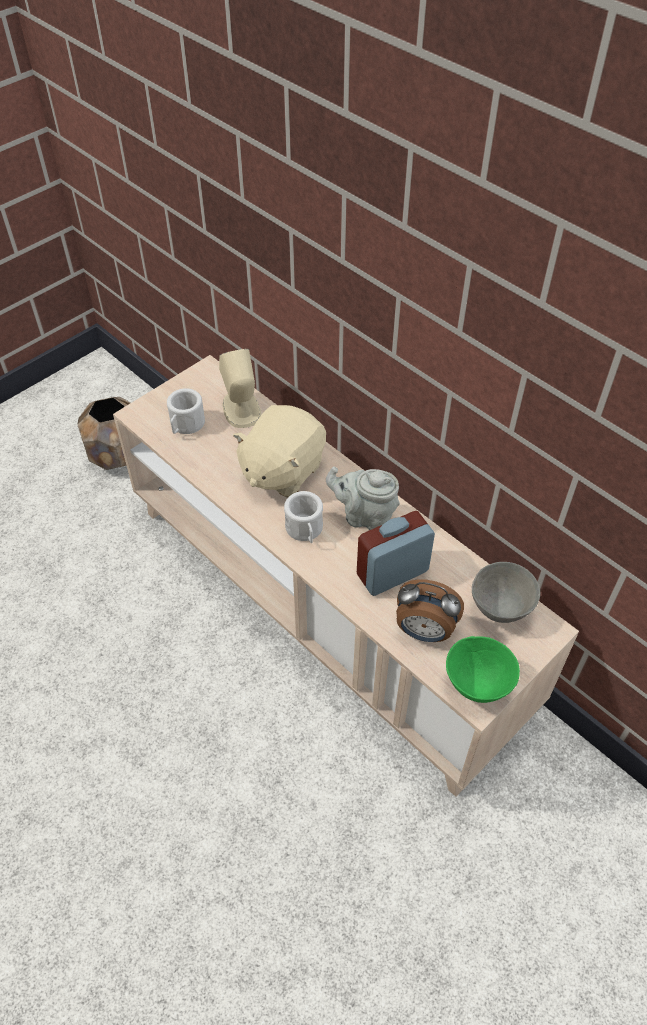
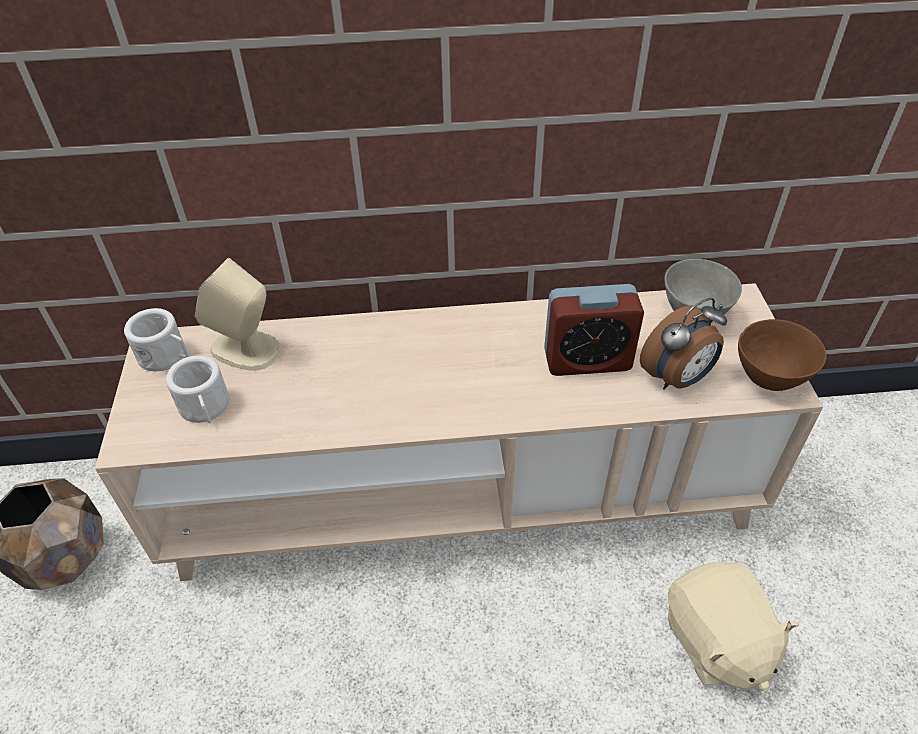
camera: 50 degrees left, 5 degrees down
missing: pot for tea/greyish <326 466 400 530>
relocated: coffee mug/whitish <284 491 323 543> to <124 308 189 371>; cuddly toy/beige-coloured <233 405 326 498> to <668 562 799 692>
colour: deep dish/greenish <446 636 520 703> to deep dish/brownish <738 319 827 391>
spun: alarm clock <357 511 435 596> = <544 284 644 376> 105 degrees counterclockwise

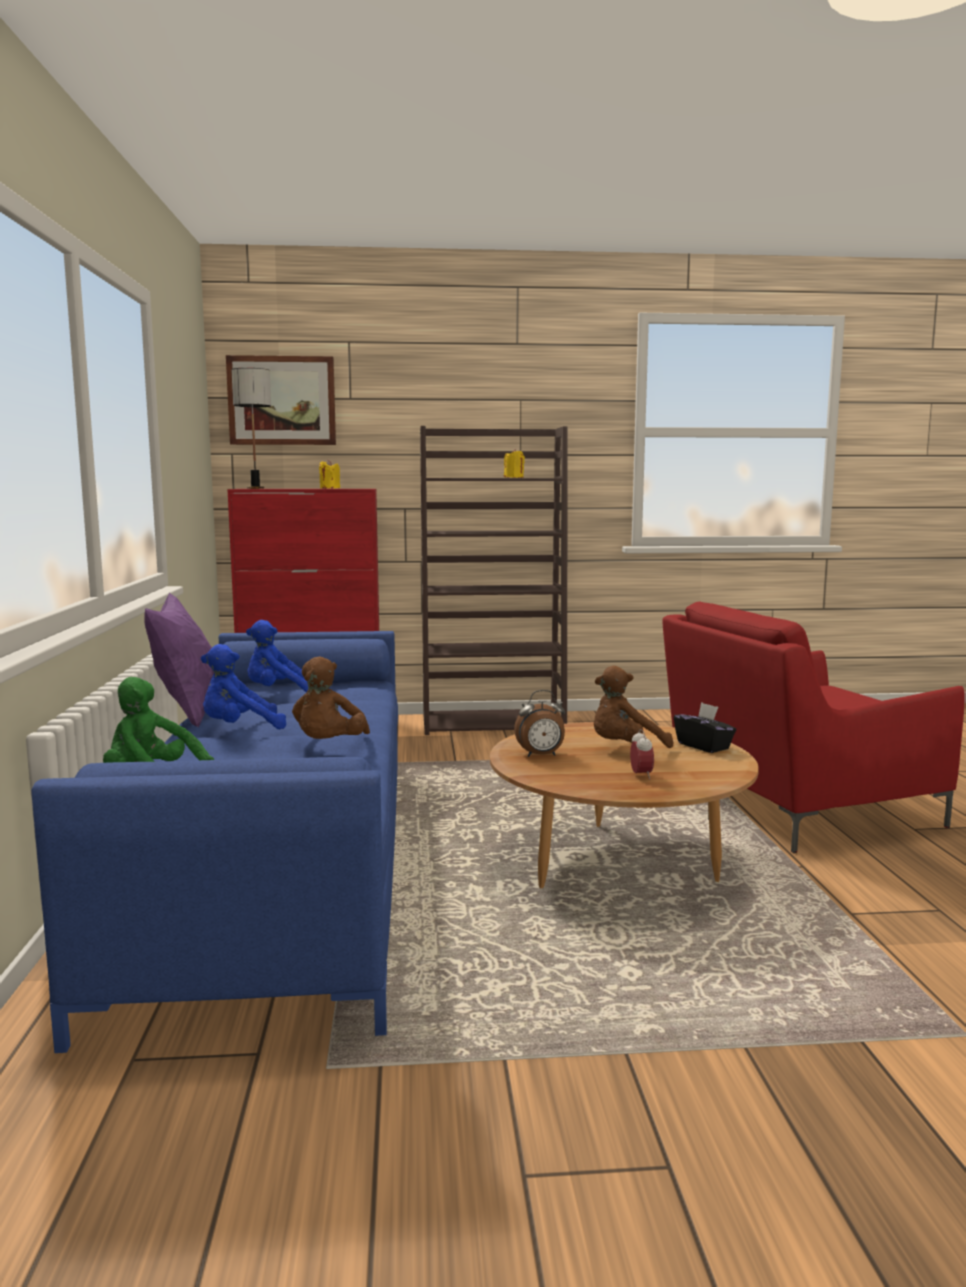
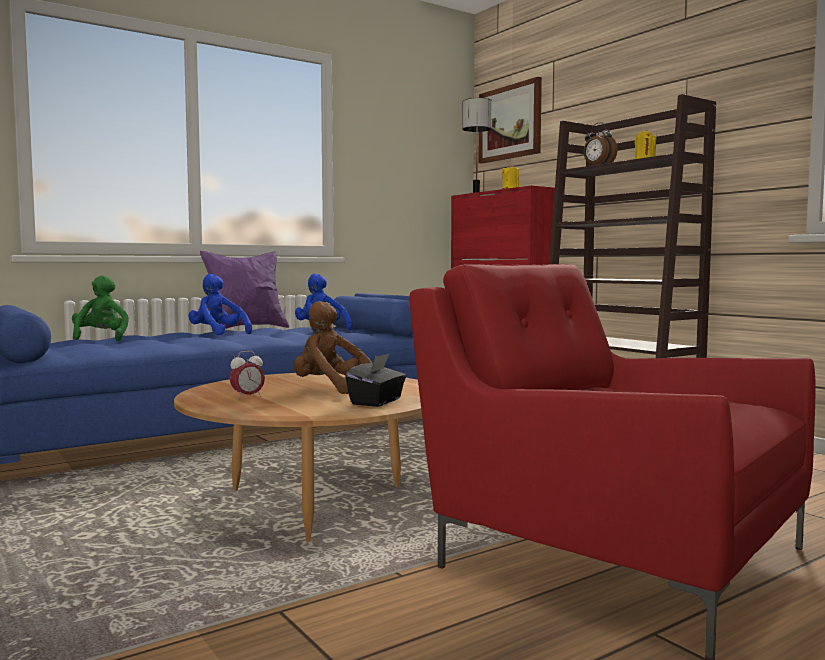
camera: 60 degrees right, 5 degrees down
missing: cuddly toy/brownish <292 657 370 739>
relocated: alarm clock <514 690 565 757> to <583 122 618 166>

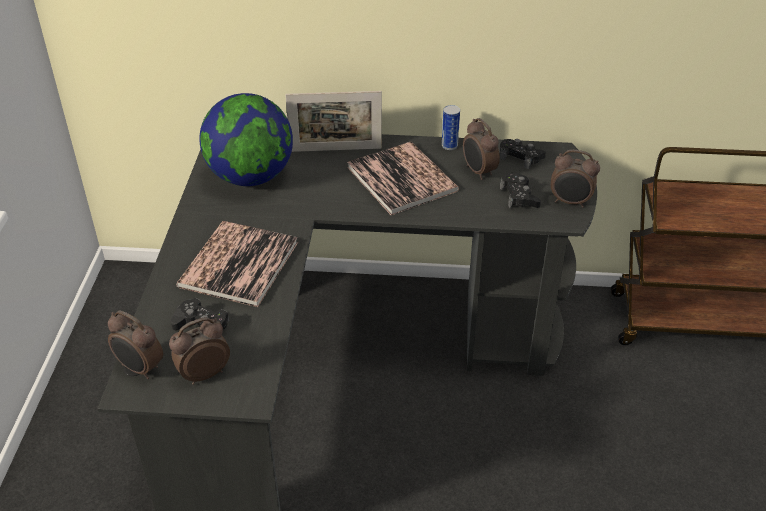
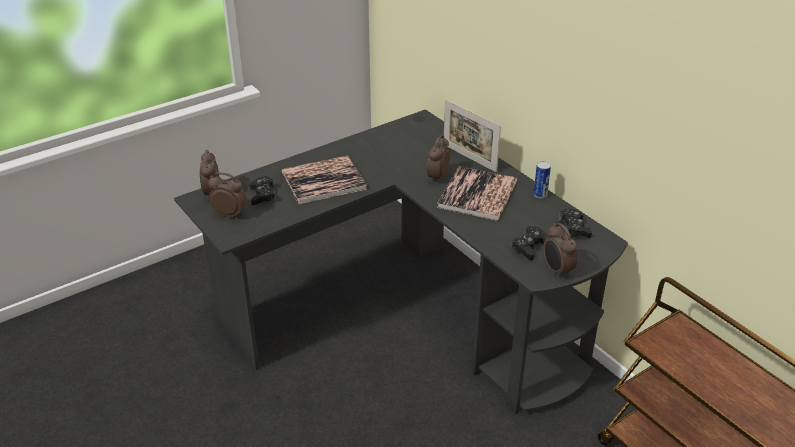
camera: 50 degrees right, 5 degrees down
missing: world globe <199 93 293 186>
relocated: alarm clock <463 118 500 180> to <426 135 450 183>

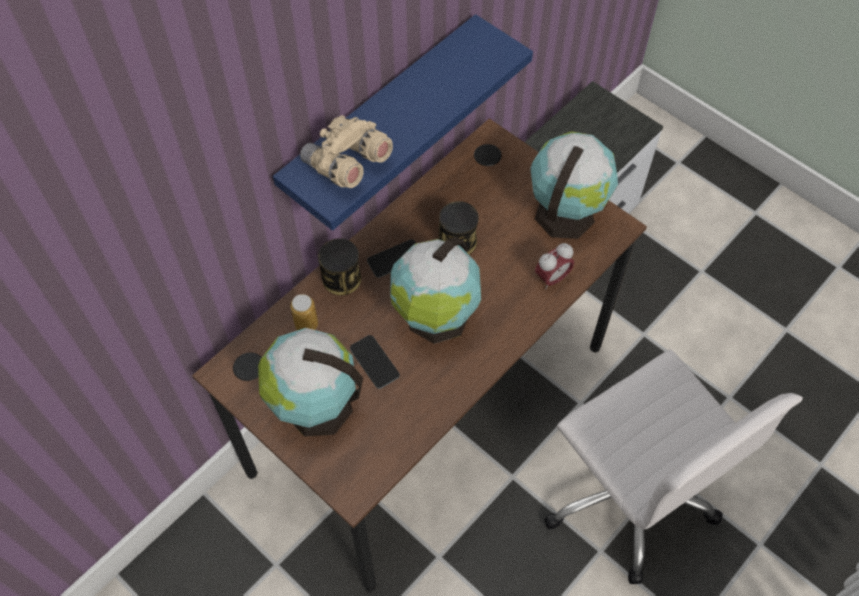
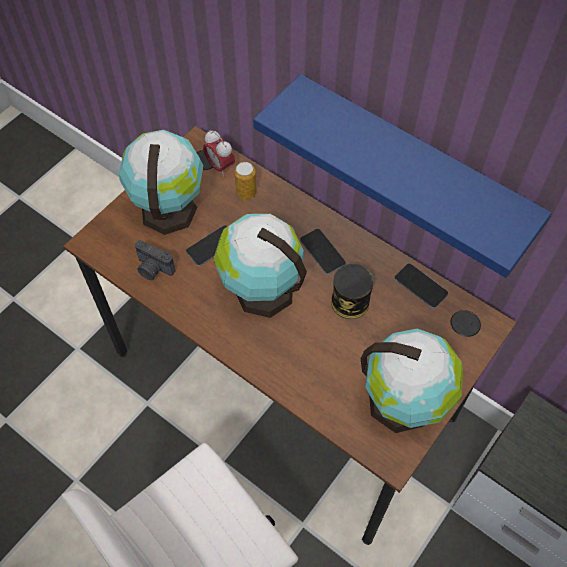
camera: 85 degrees right, 0 degrees up
missing: pair of binoculars/beige-coloured <300 115 393 188>; sealed can <318 238 361 295>
appeared: photo camera <135 240 176 280>; handset <395 264 448 308>
relocated: alarm clock <535 243 574 289> to <203 130 235 177>

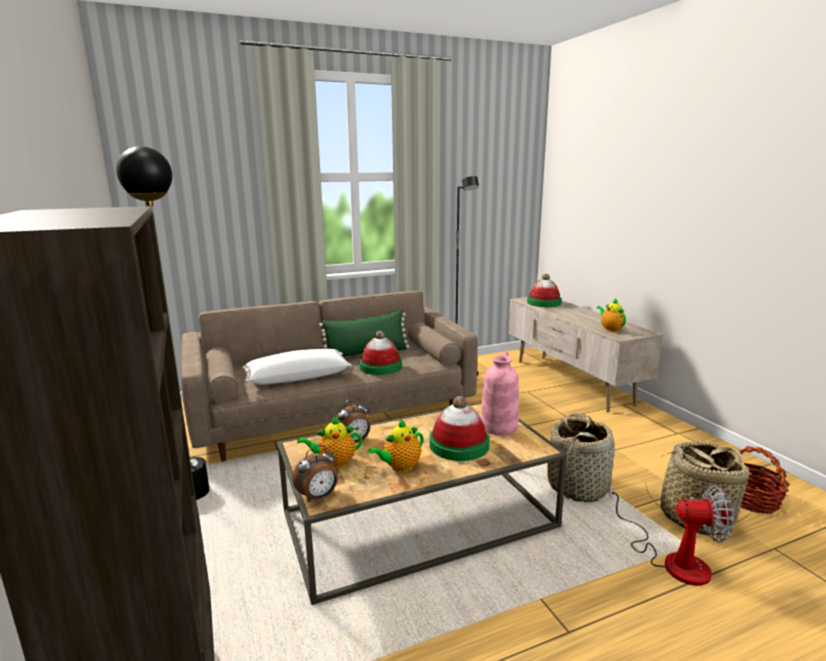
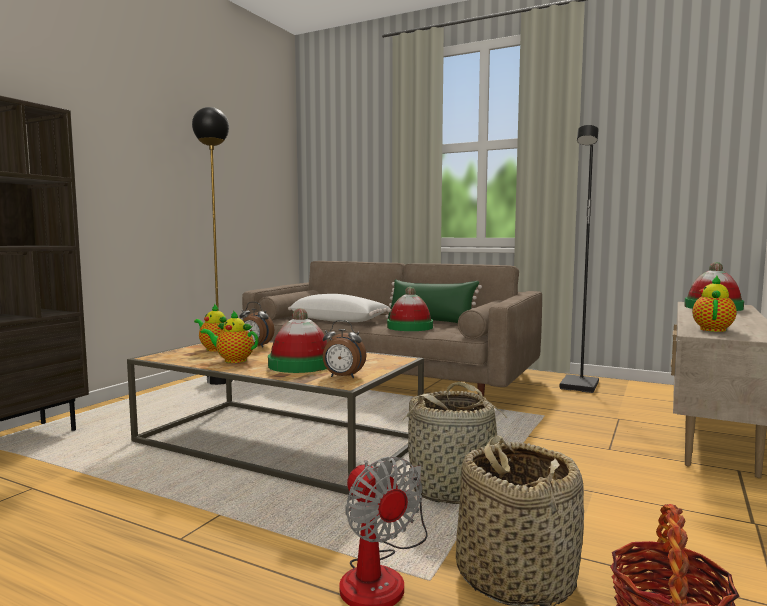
camera: 50 degrees right, 10 degrees down
missing: vase/pinkish <481 351 519 435>
relocated: alarm clock <292 445 338 502> to <323 320 367 378>

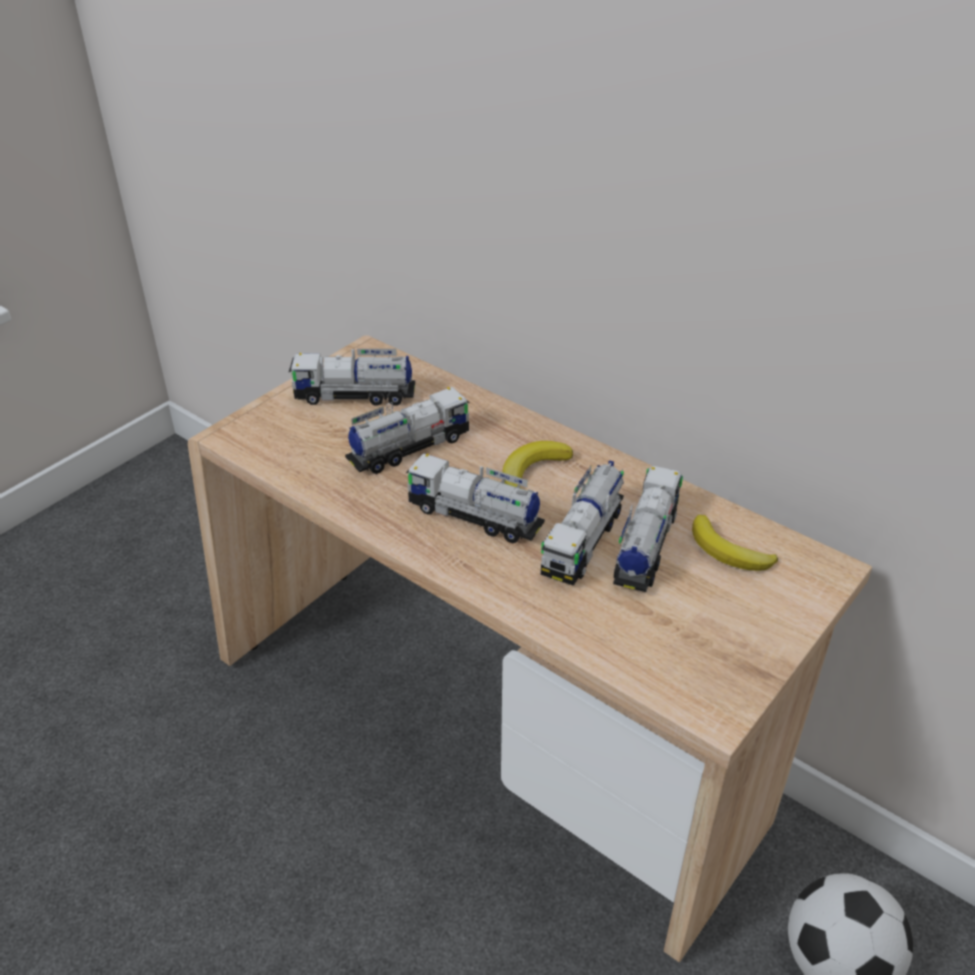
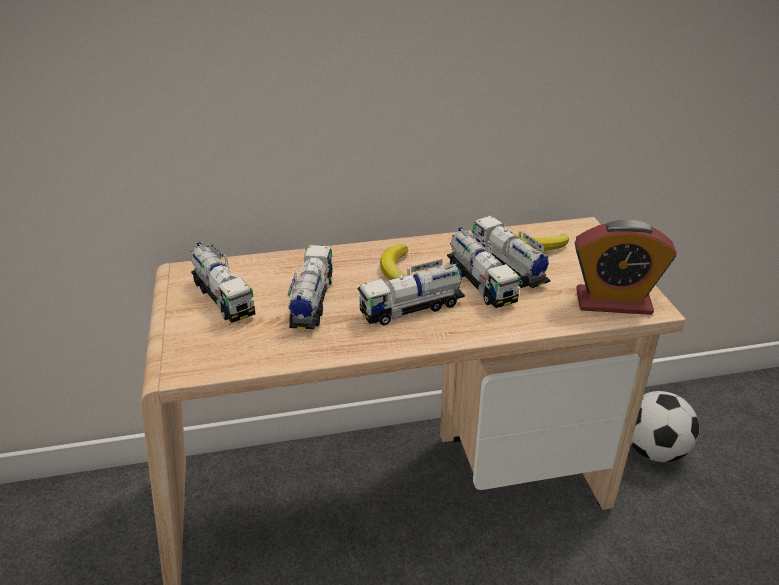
camera: 50 degrees left, 5 degrees down
appeared: alarm clock <575 219 677 315>
spun: model truck <289 349 415 406> = <190 242 256 323> 75 degrees counterclockwise

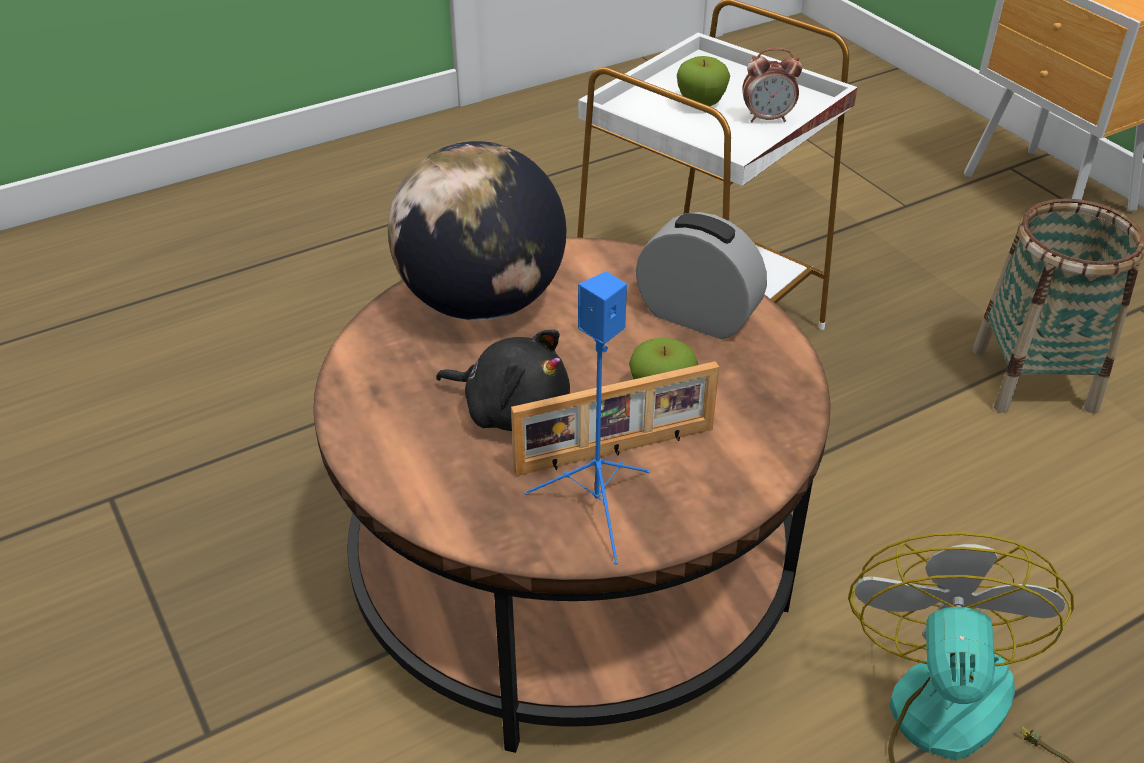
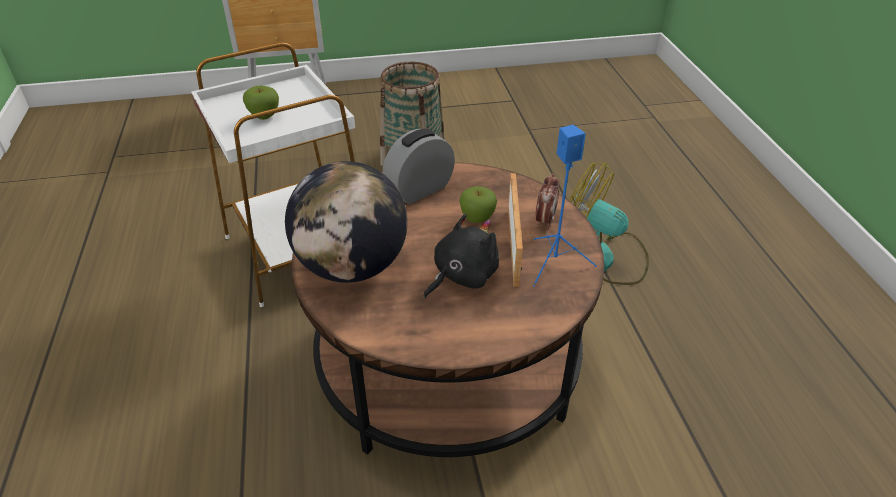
camera: 70 degrees left, 0 degrees up
relocated: alarm clock <742 48 802 122> to <536 174 559 229>

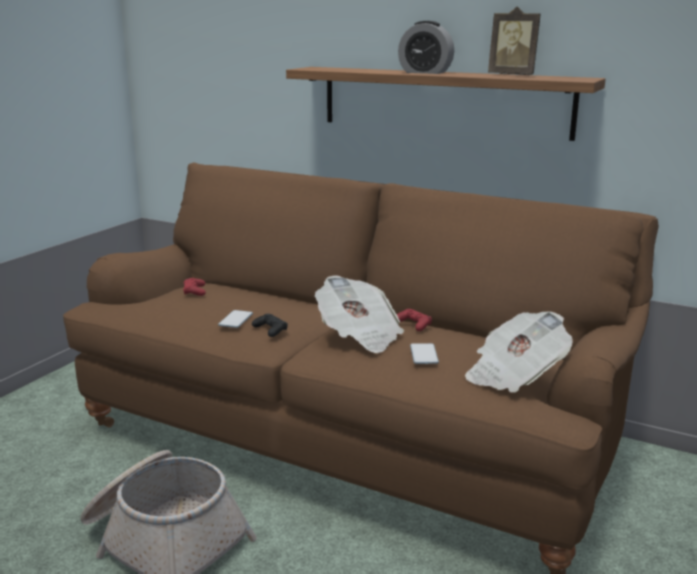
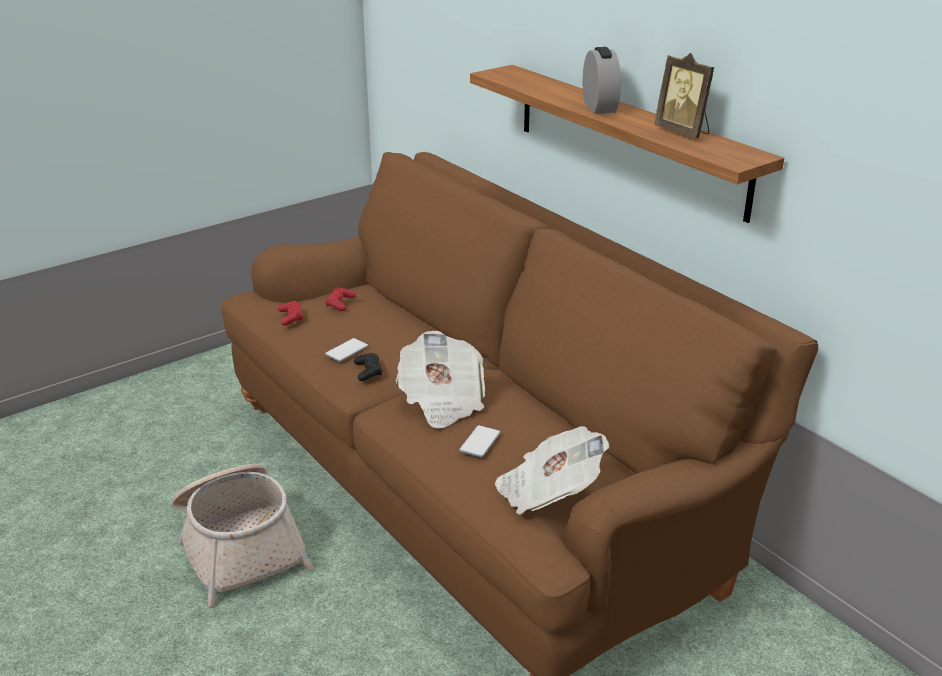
camera: 25 degrees right, 10 degrees up
relocated: gamepad/red <397 309 432 331> to <278 301 303 325>
spun: alarm clock <398 21 454 74> = <583 47 621 114> 150 degrees counterclockwise

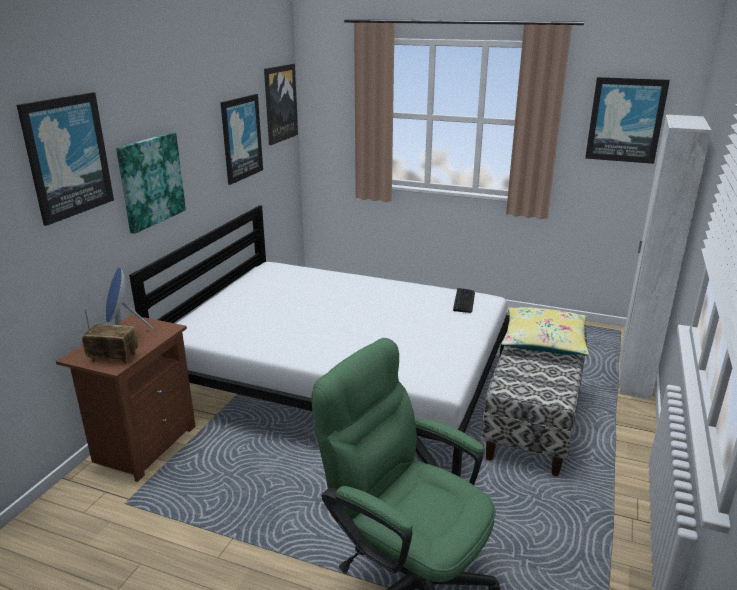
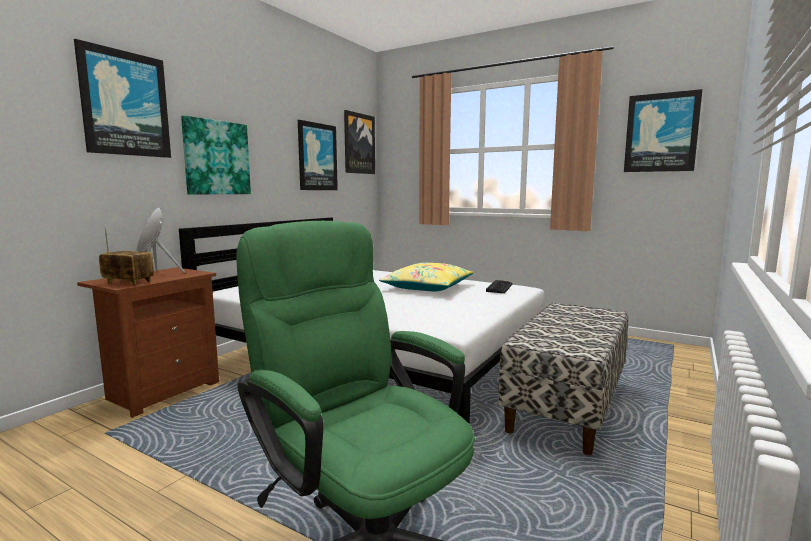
camera: 10 degrees right, 15 degrees down
missing: armoire/whitish <619 115 712 400>
relocated: cushion/yellow-coloured <501 307 589 355> to <379 263 473 291>

